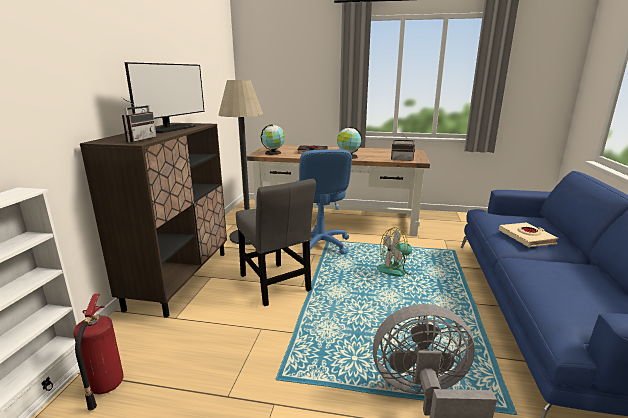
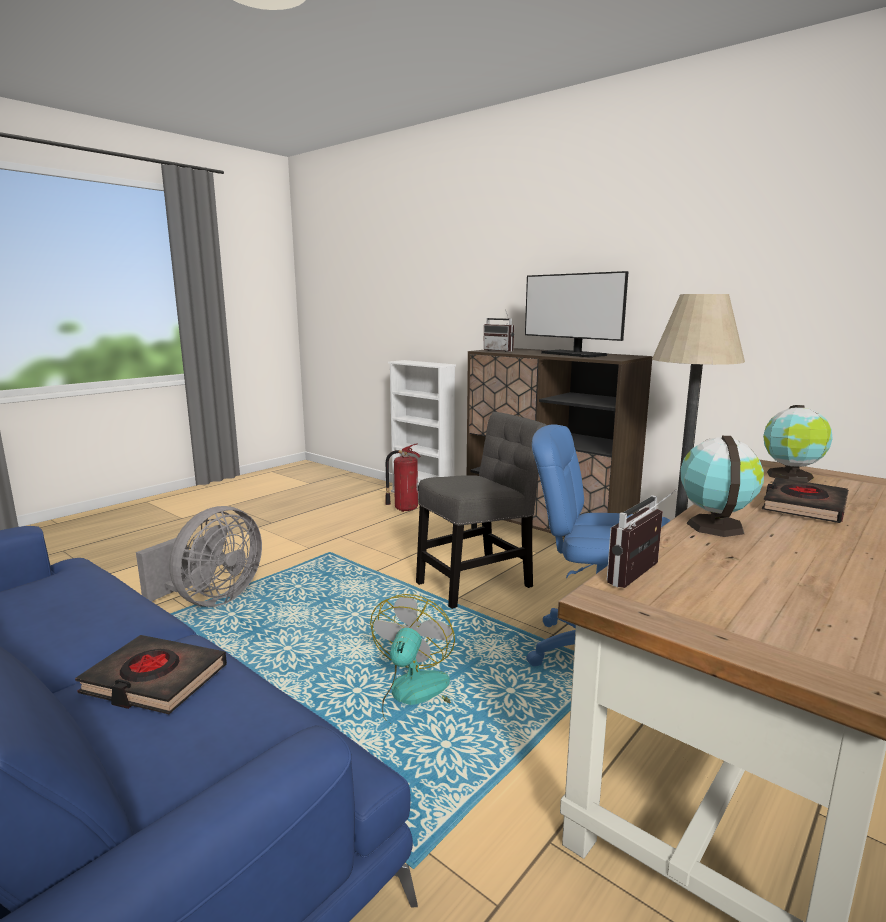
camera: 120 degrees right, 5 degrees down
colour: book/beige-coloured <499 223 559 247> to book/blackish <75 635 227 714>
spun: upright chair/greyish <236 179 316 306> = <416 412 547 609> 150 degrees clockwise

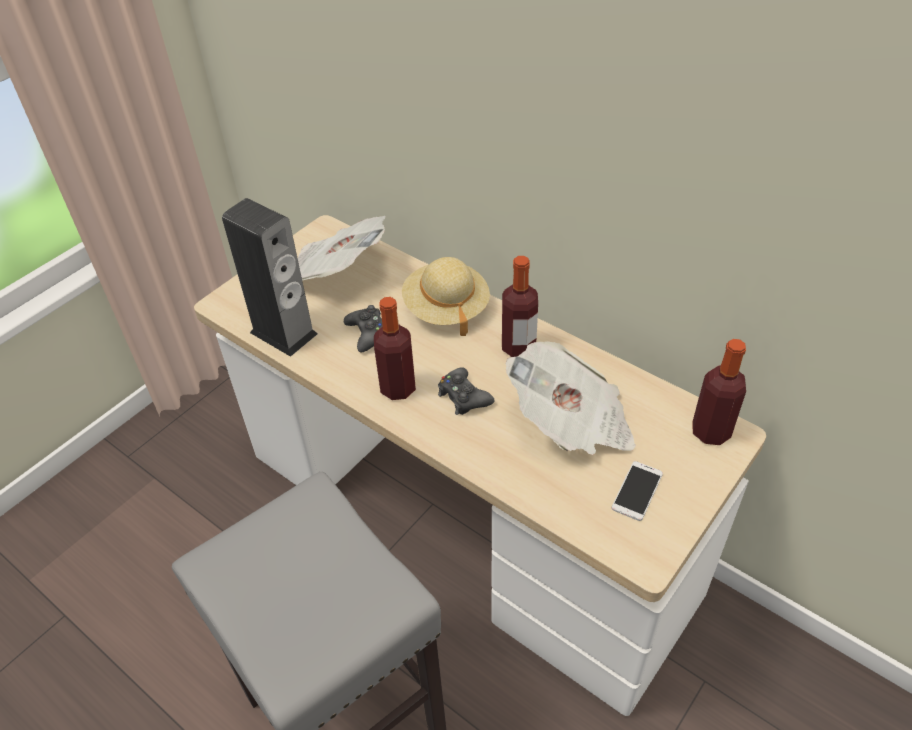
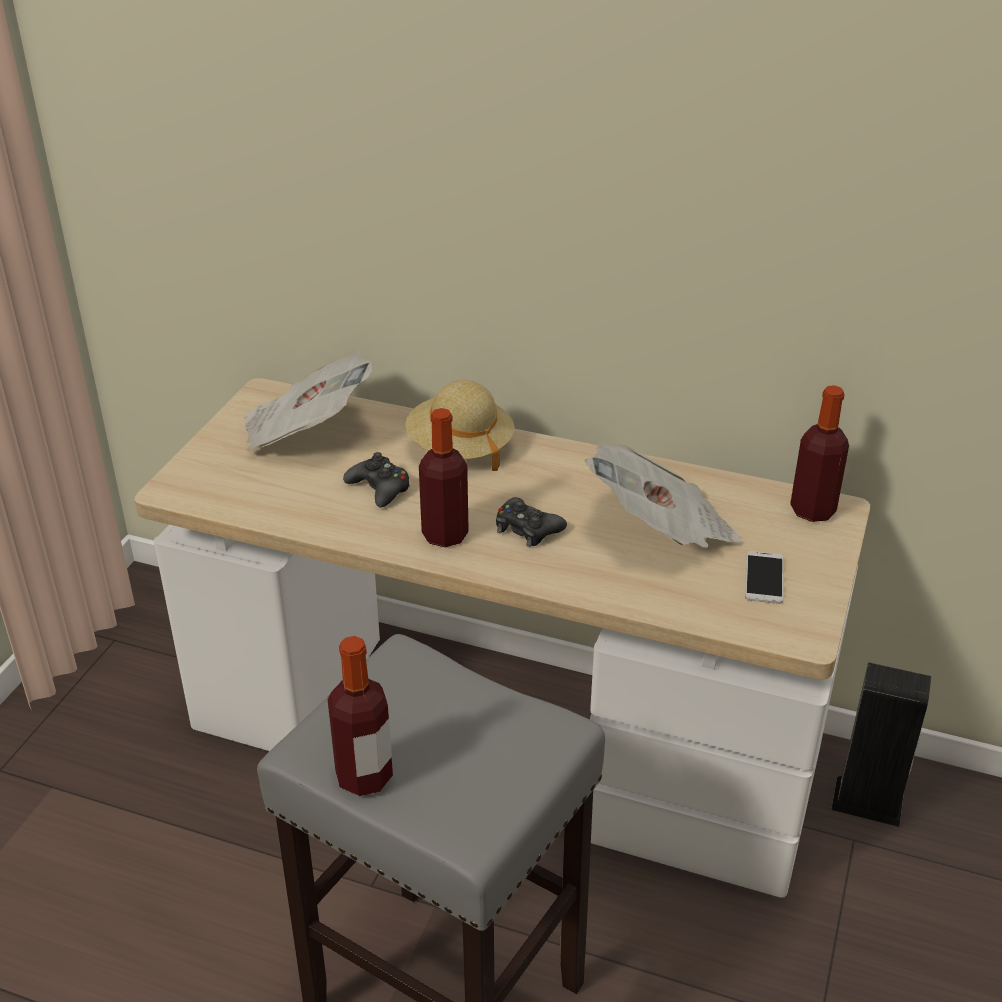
camera: 20 degrees left, 10 degrees down
relocated: drink bottle <502 256 538 357> to <328 636 393 796>; speaker <222 198 317 357> to <831 662 931 827>

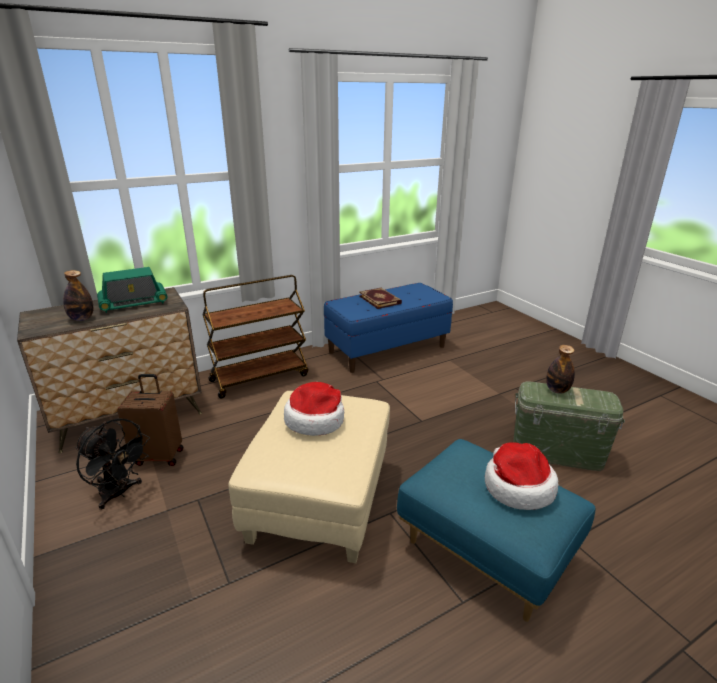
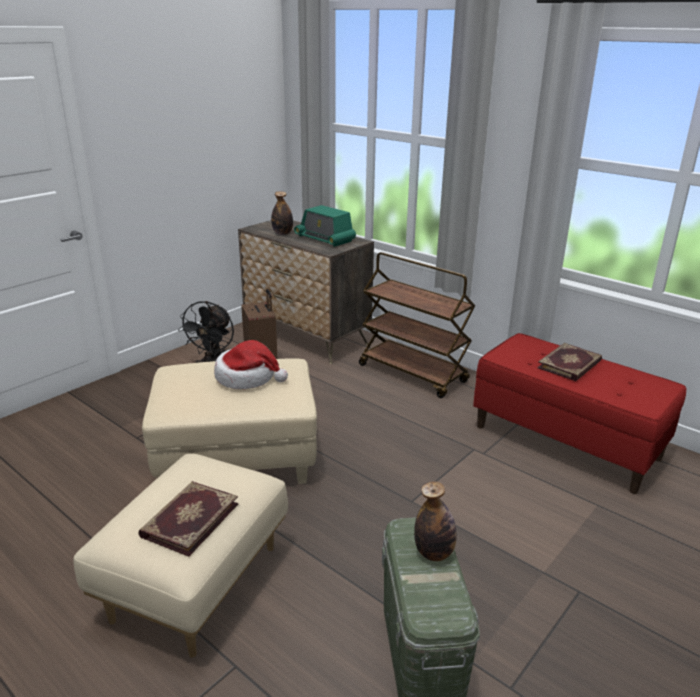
camera: 70 degrees right, 0 degrees up
exchanged: hat <485 442 558 510> to book <138 481 238 557>
colour: footrest/blue <397 439 596 622> to footrest/beige-coloured <73 453 288 658>; bench/blue <324 283 453 373> to bench/red <473 333 686 494>

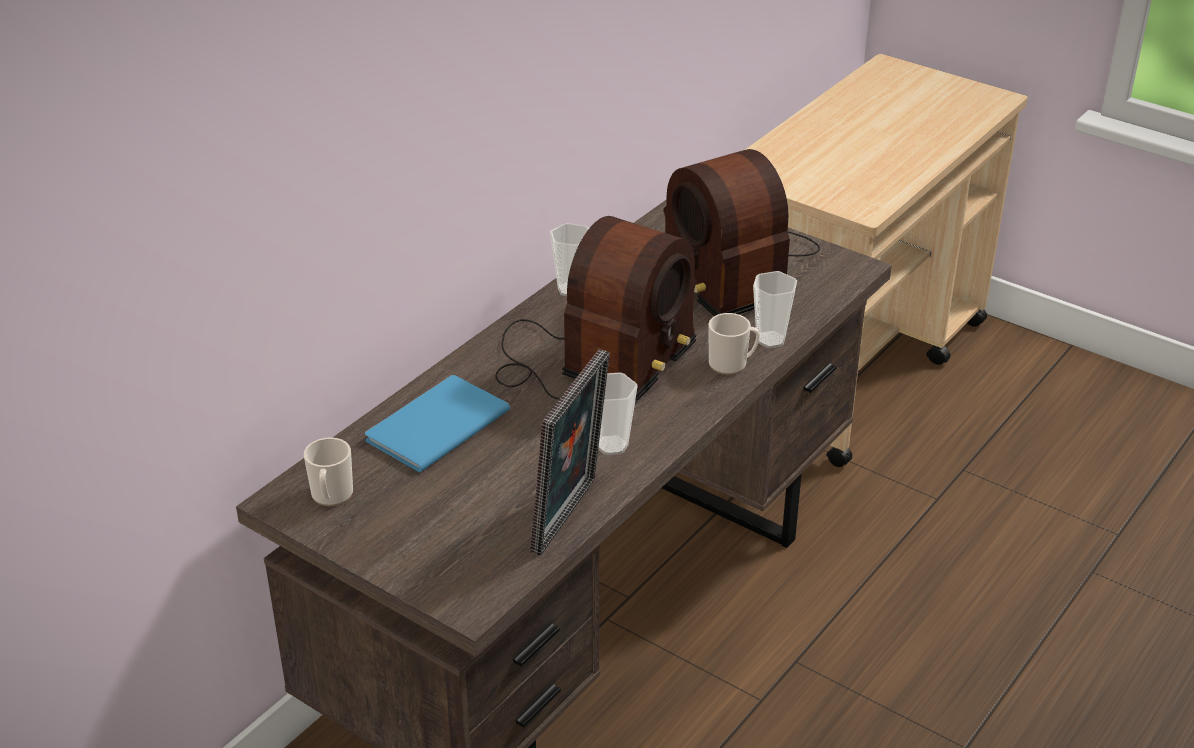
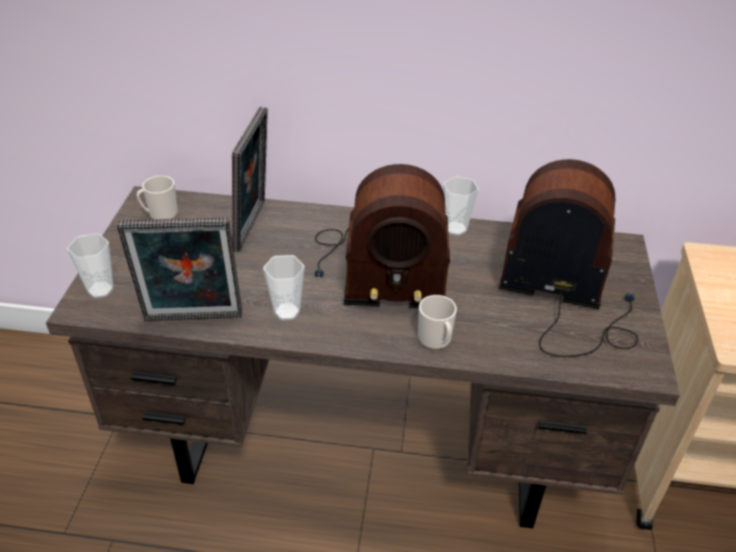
camera: 60 degrees right, 5 degrees up
relocated: cup <753 271 797 348> to <67 233 114 299>
exchanged: book/blue <365 375 510 473> to standing frame <232 107 268 252>
spun: radio receiver <663 149 820 316> = <499 159 638 357> 75 degrees clockwise

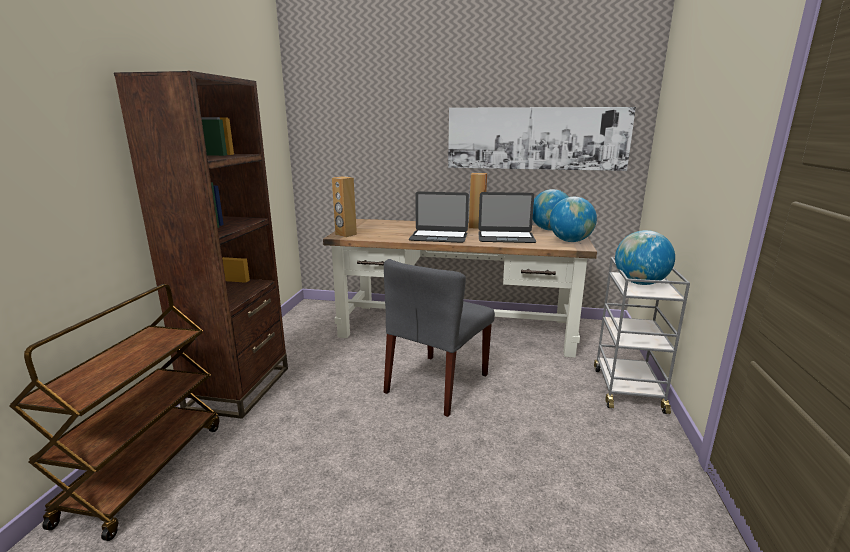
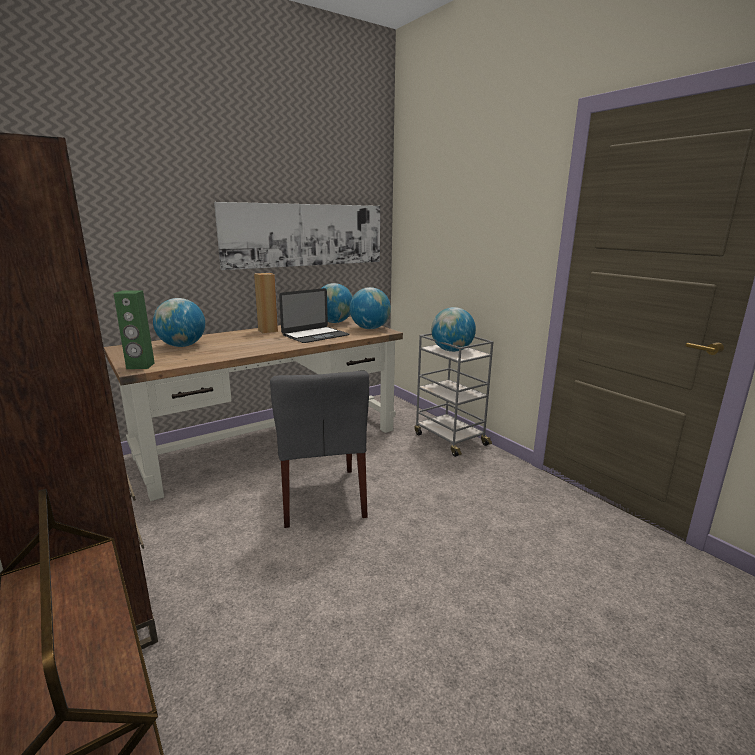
camera: 45 degrees left, 0 degrees up
missing: notebook computer <409 191 469 243>
appeared: world globe <153 298 205 347>
colour: speaker/brownish <332 176 357 237> to speaker/greenish <113 290 155 369>

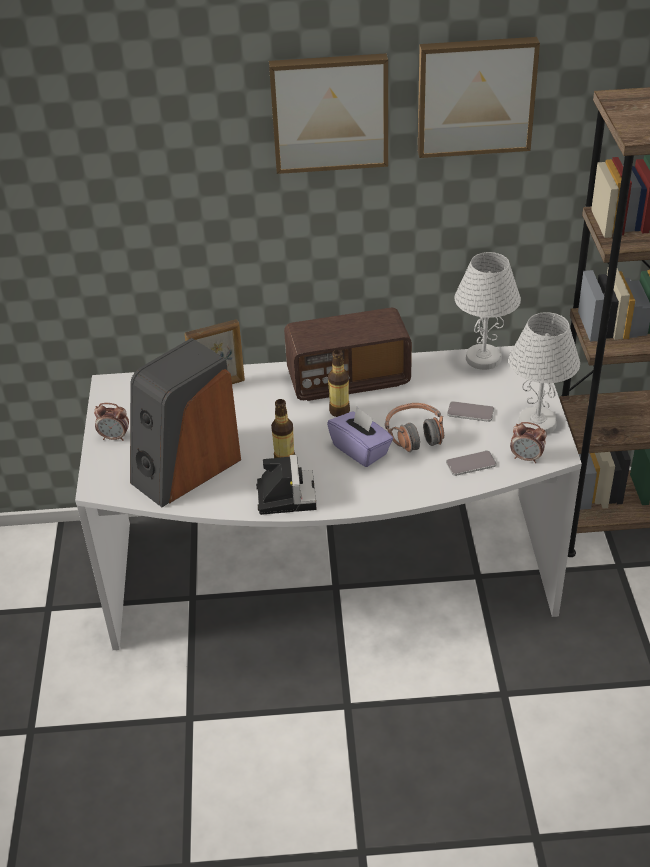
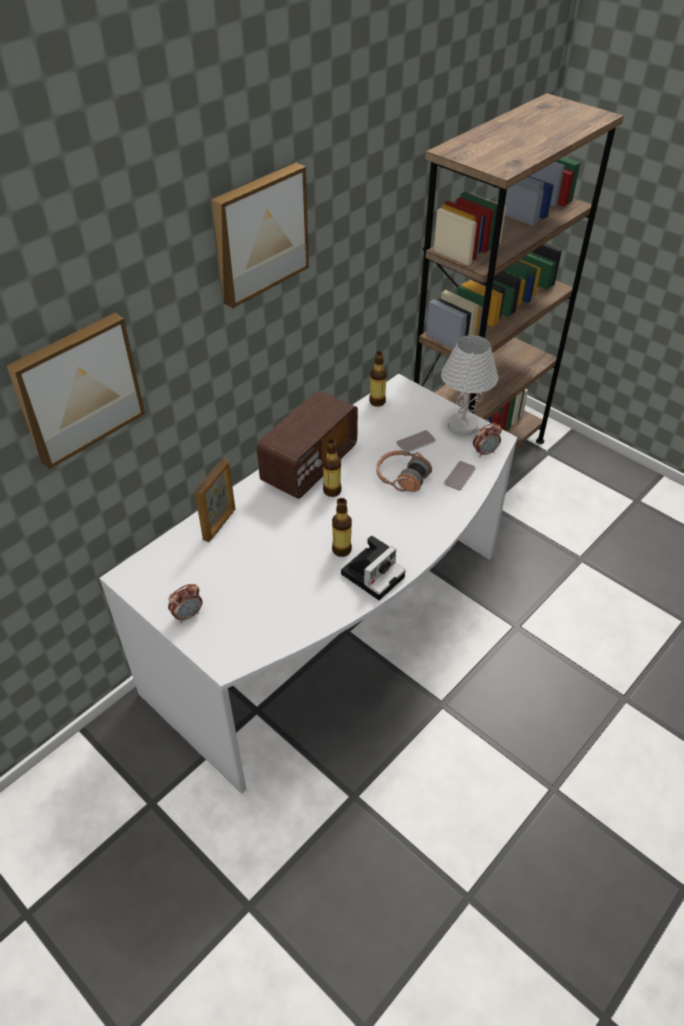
camera: 45 degrees left, 5 degrees up
missing: speaker <130 338 241 507>; box of tissues/purplish <327 407 393 467>
relocated: wall art <418 37 540 158> to <7 313 145 469>
exchanged: lamp for a table/whitish <454 252 521 370> to drink bottle <369 352 387 407>
spun: photo camera <256 455 316 515> = <341 535 406 600> 90 degrees clockwise

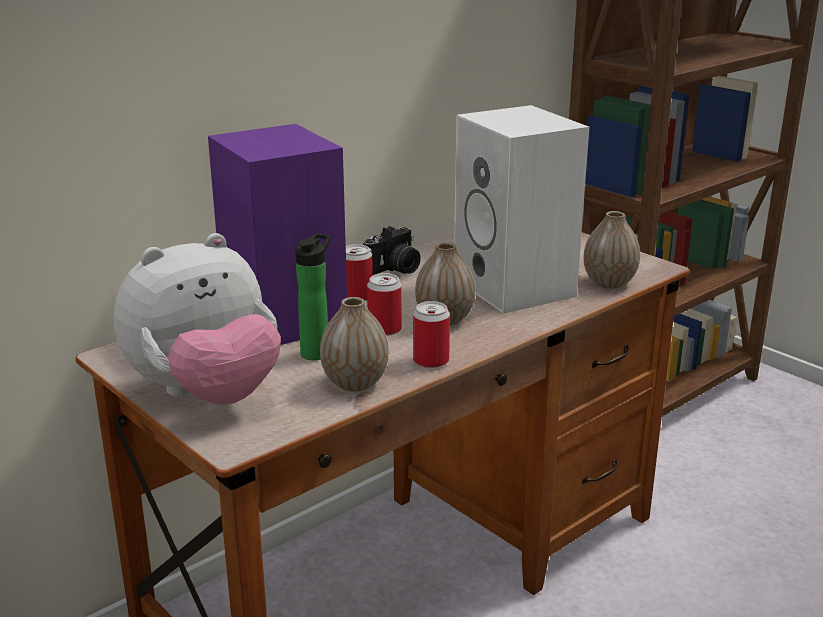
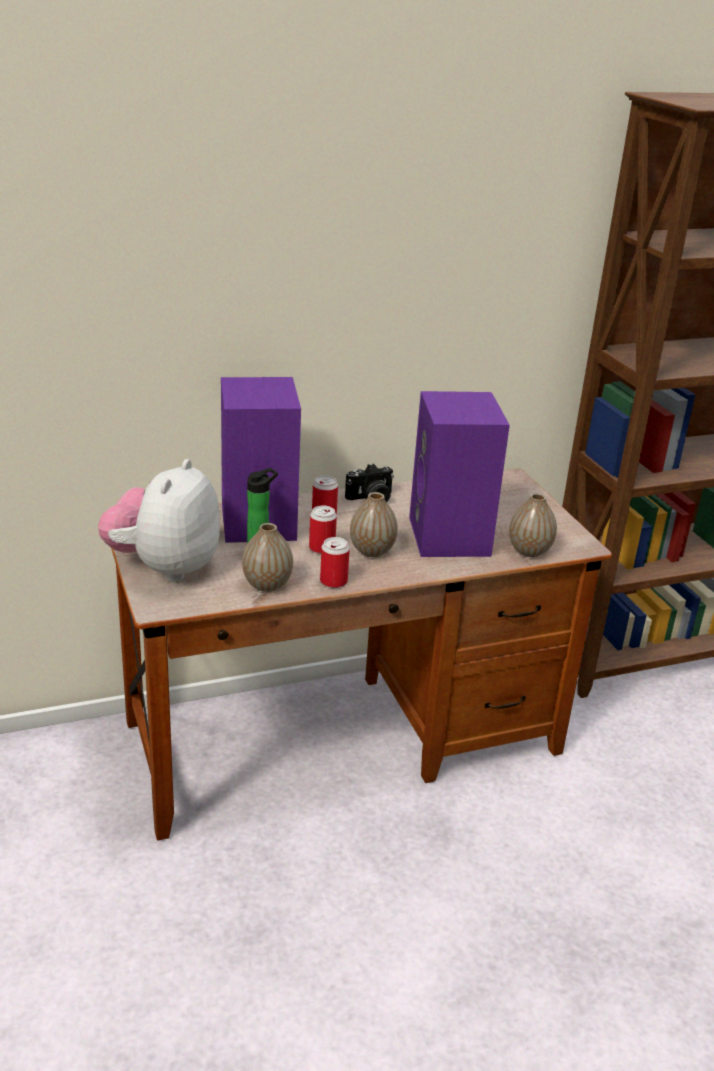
camera: 20 degrees right, 5 degrees up
colour: speaker/whitish <454 105 589 314> to speaker/purplish <409 391 510 557>
spun: cuddly toy <114 233 281 405> = <98 459 220 582> 120 degrees clockwise

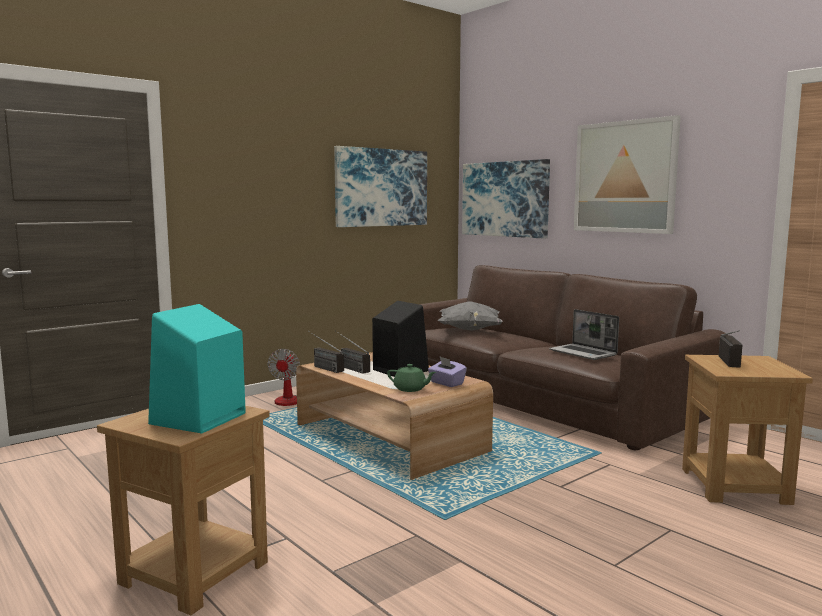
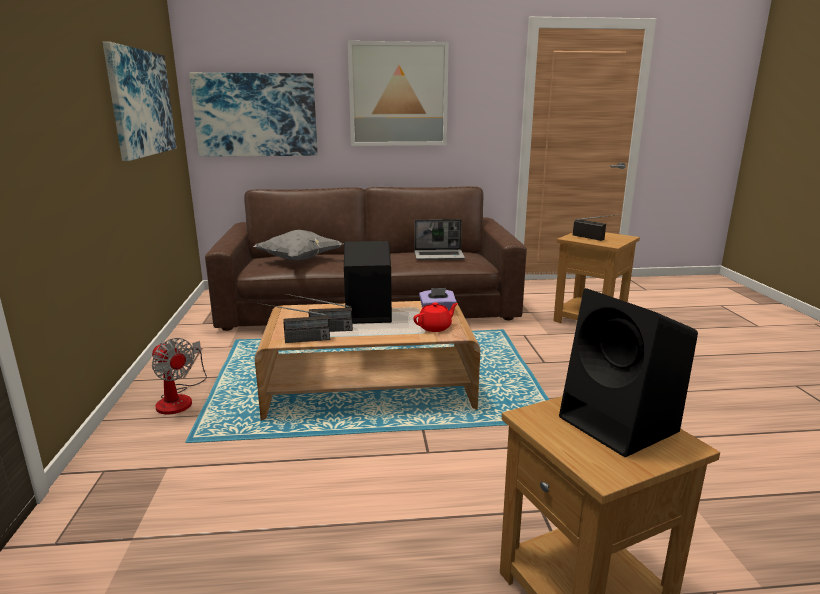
camera: 55 degrees left, 10 degrees up
colour: pot for tea/greenish <387 364 436 392> to pot for tea/red <413 302 458 332>; speaker/turquoise <148 304 246 433> to speaker/blackish <559 288 698 457>

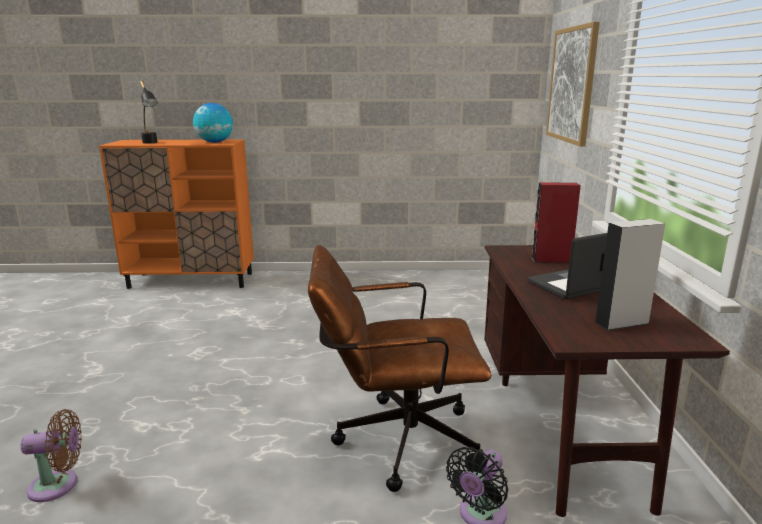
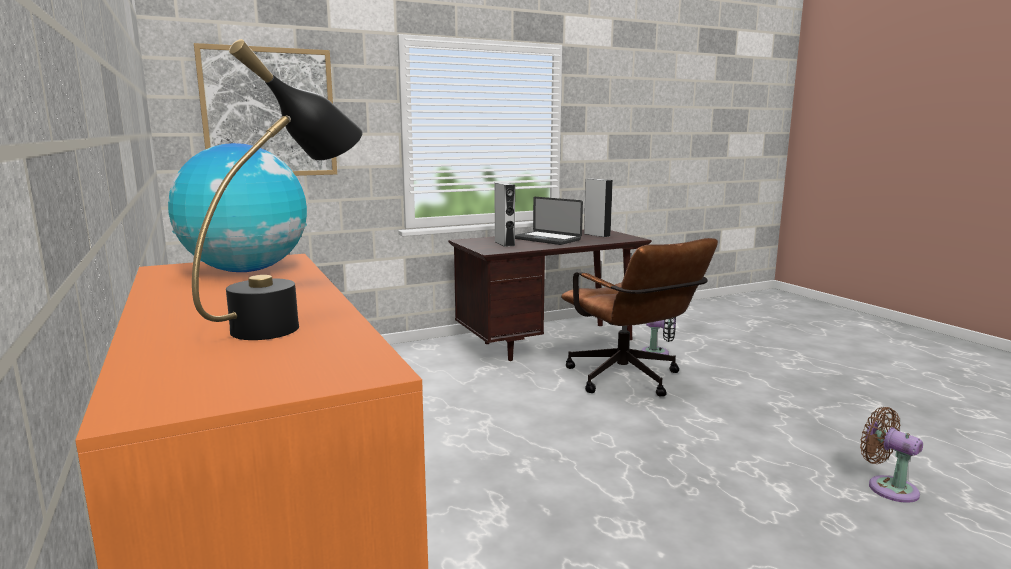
camera: 115 degrees left, 5 degrees down
colour: speaker/red <532 182 581 263> to speaker/greyish <495 183 515 247>

